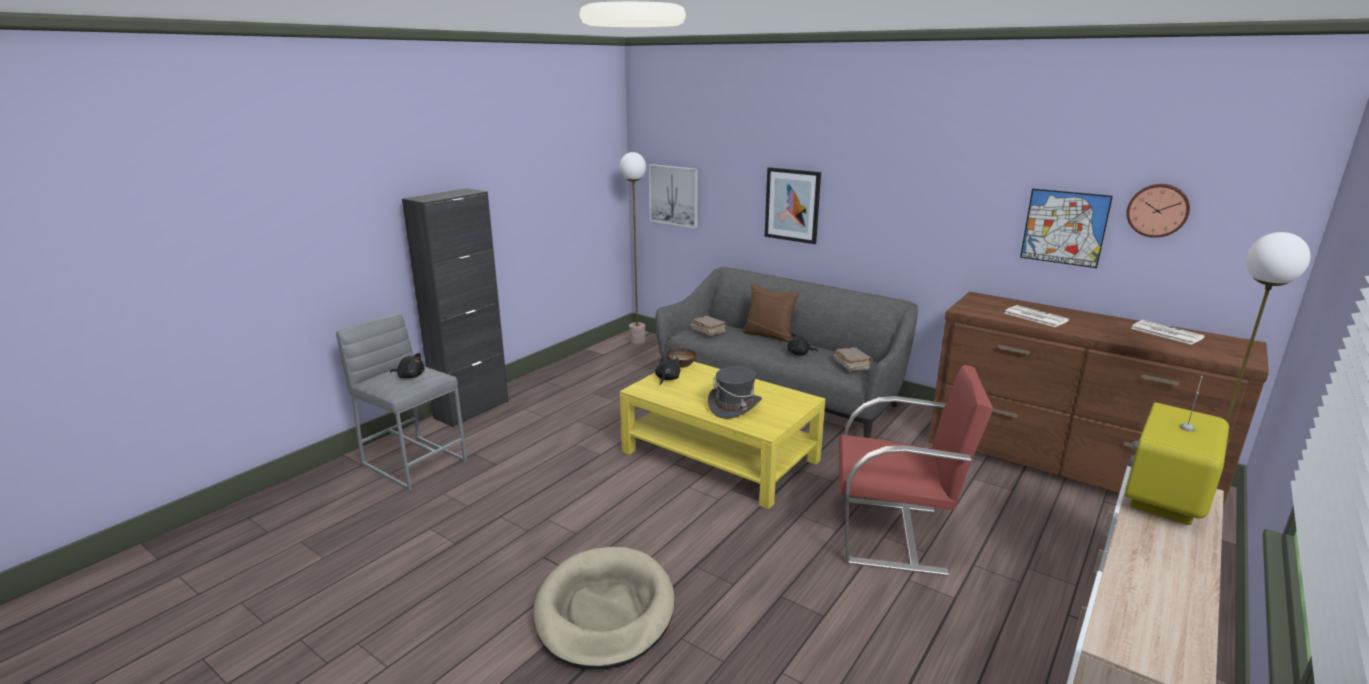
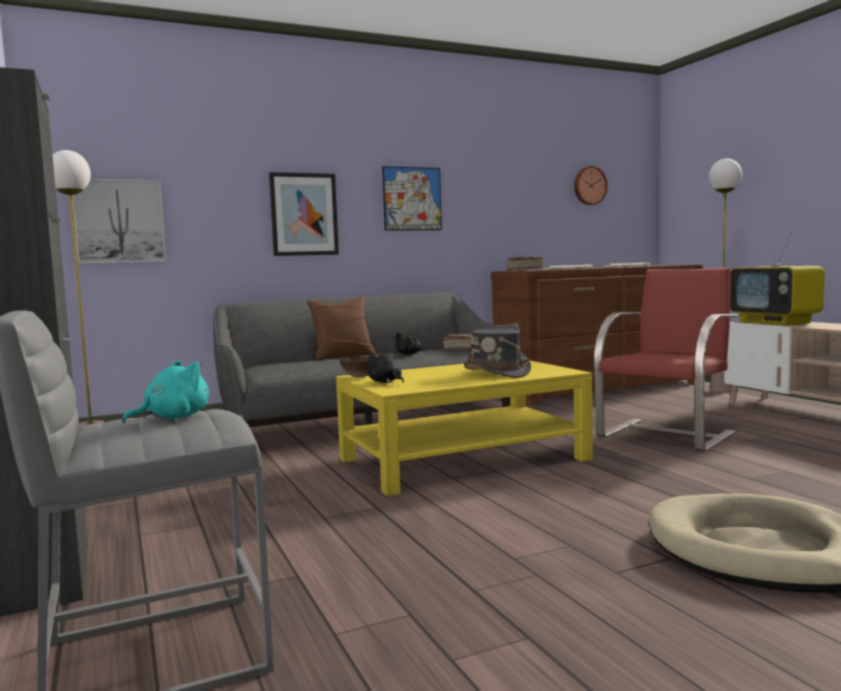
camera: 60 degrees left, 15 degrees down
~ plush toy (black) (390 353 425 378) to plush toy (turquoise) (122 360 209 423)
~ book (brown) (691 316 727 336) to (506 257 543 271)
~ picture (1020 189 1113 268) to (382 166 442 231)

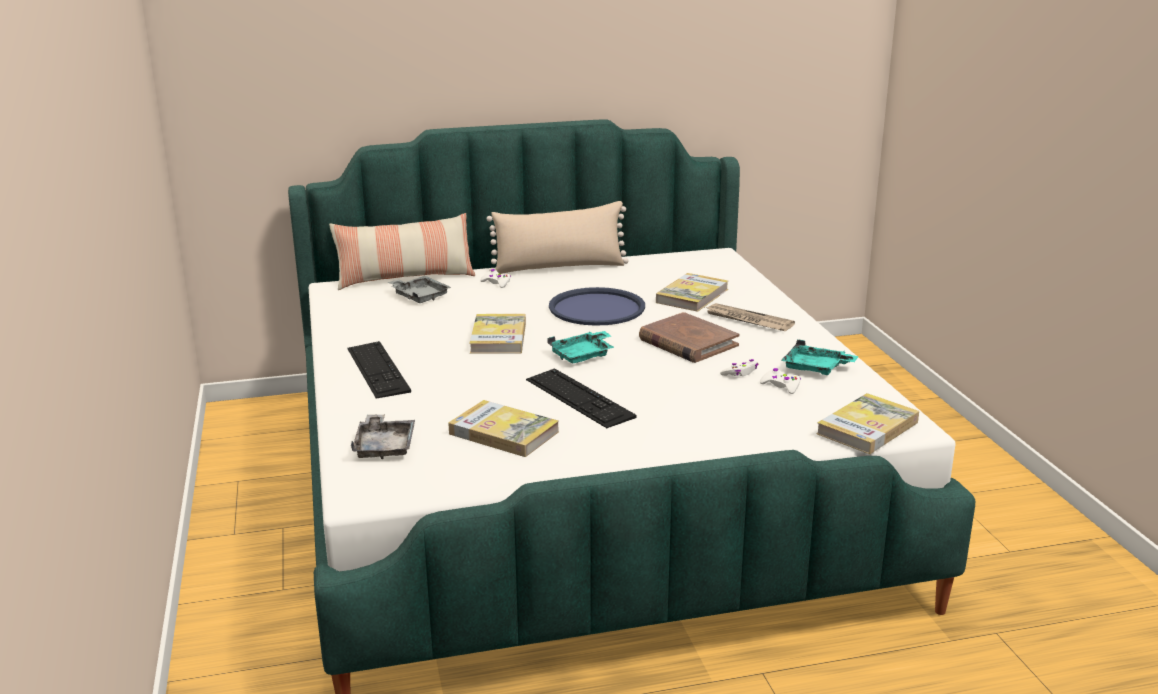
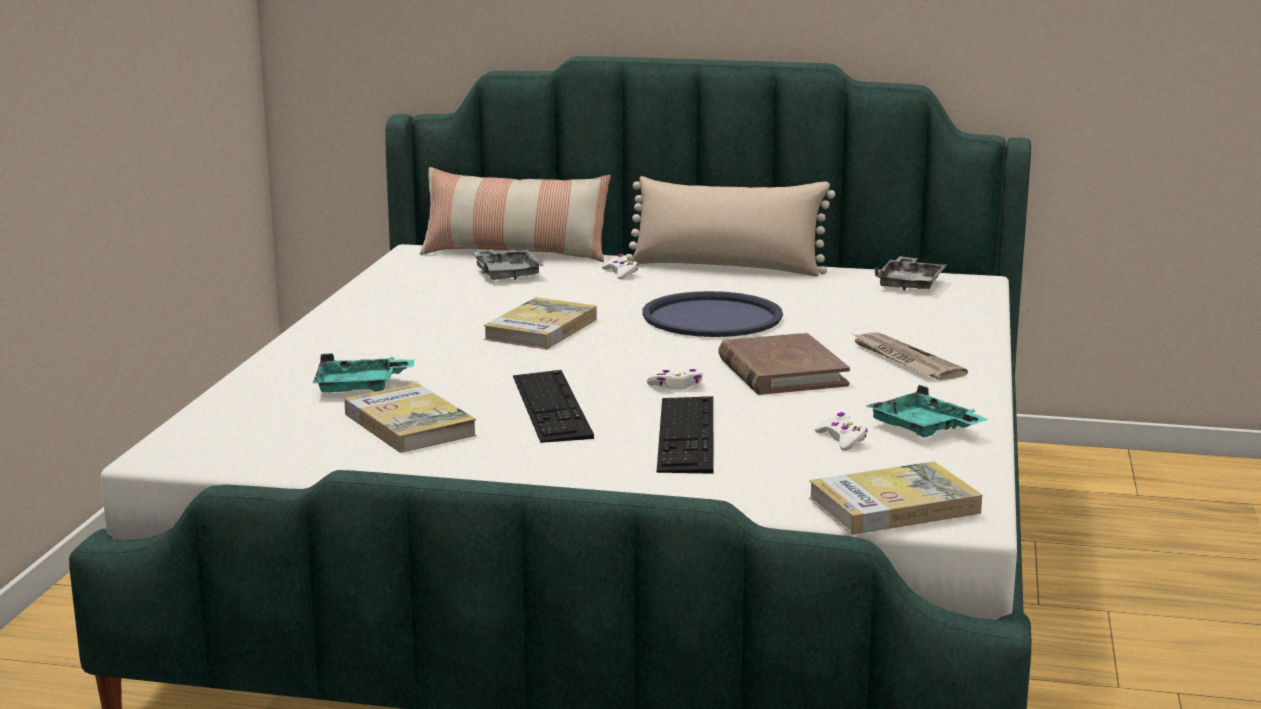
camera: 25 degrees right, 5 degrees down
~ keyboard (347 341 411 399) to (657 396 714 474)
~ tray (grey) (351 414 415 459) to (875 256 947 291)
~ tray (turquoise) (548 331 614 363) to (313 353 414 392)
- book (656 273 728 312)
~ game controller (white) (720 359 758 376) to (647 369 703 390)

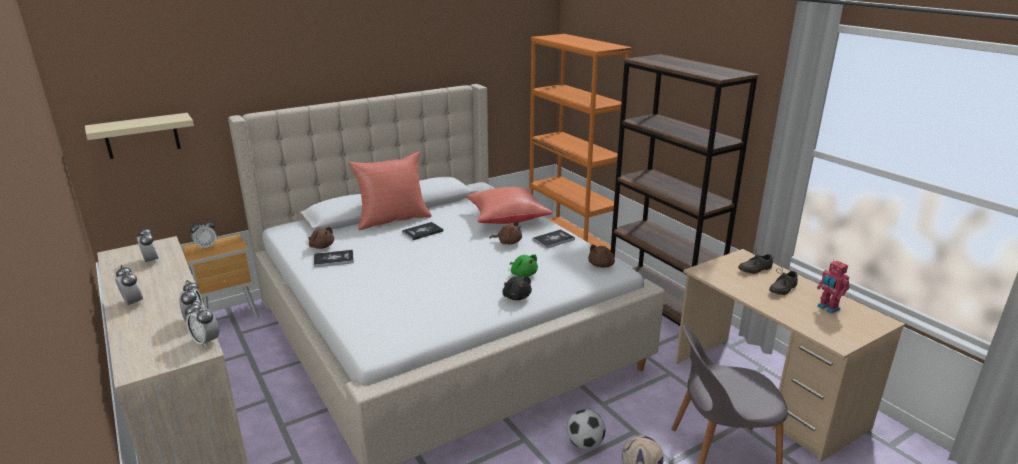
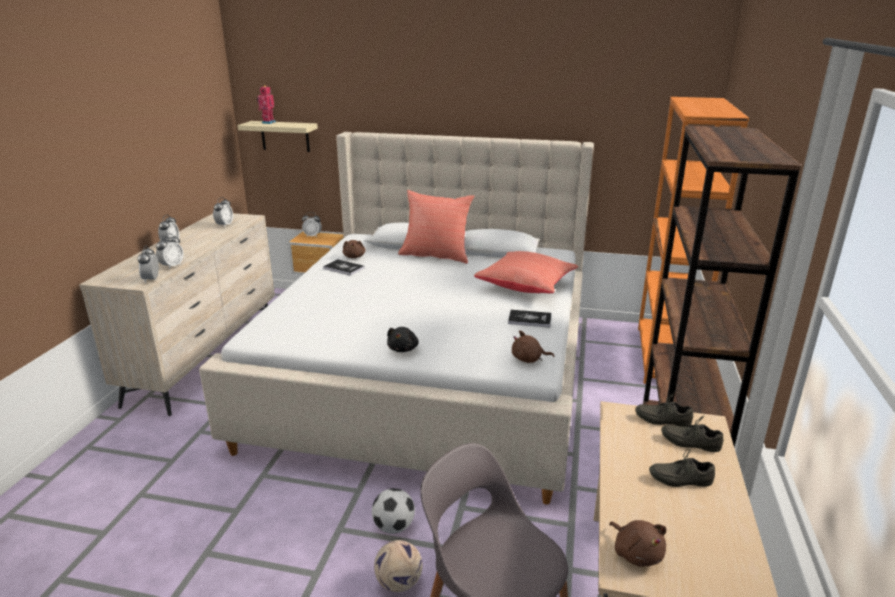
camera: 45 degrees right, 0 degrees up
- book (402 222 444 240)
~ plush toy (brown) (490 222 522 244) to (609 520 666 567)
- plush toy (green) (510 255 538 277)
~ toy robot (817 259 850 314) to (257 85 276 124)
+ shoe (grey) (635 391 693 426)

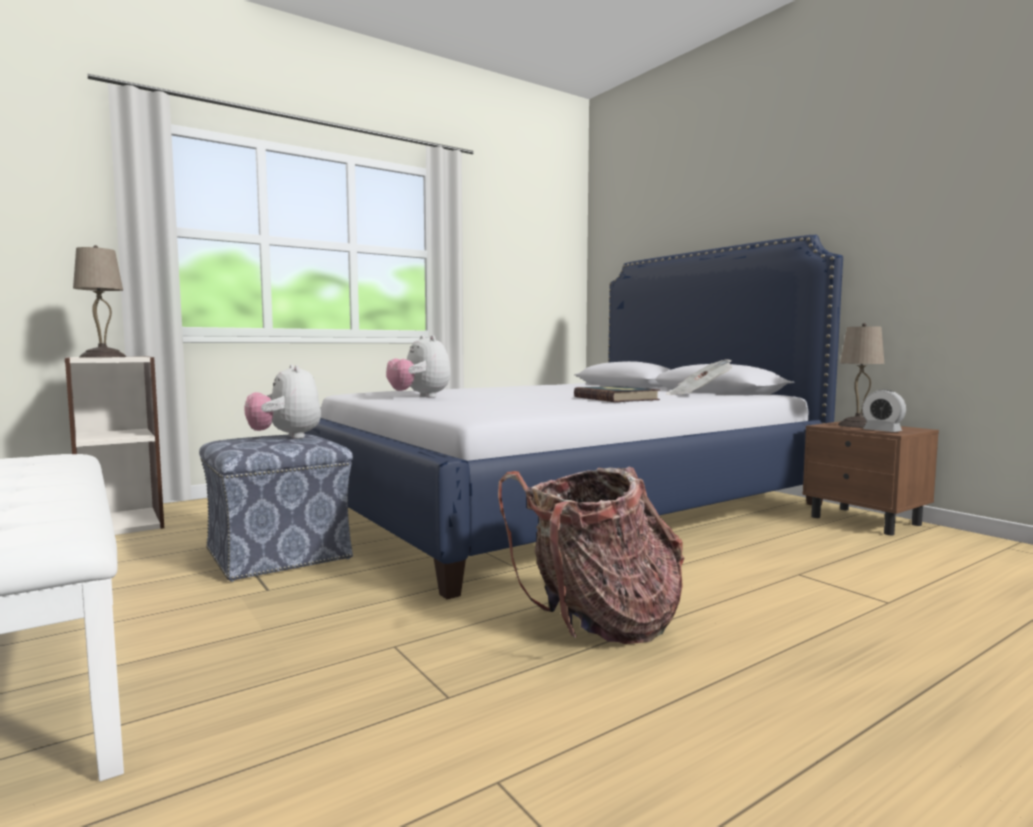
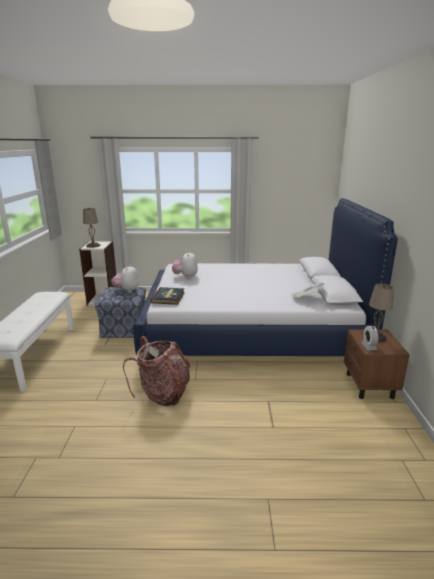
camera: 35 degrees right, 15 degrees up
~ book (574 386 660 402) to (151 287 185 305)

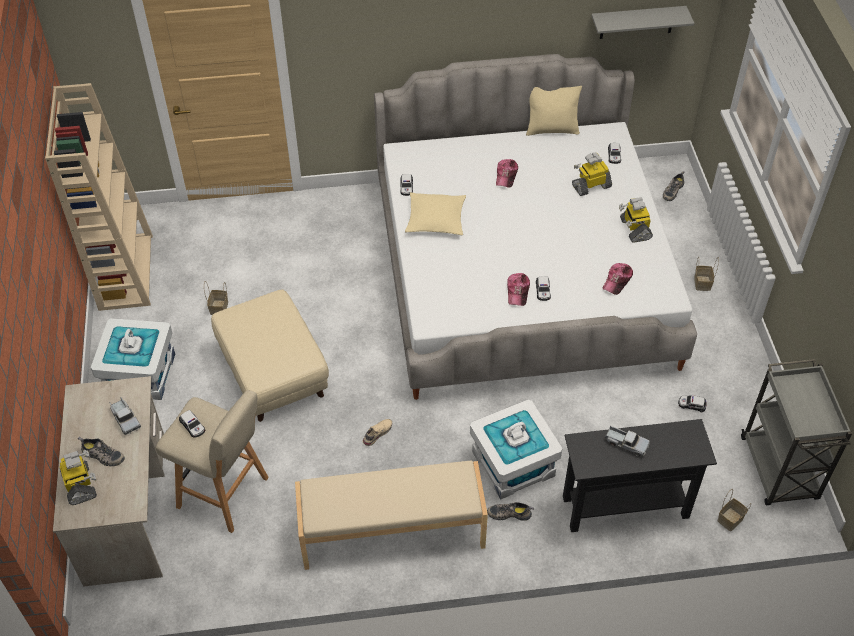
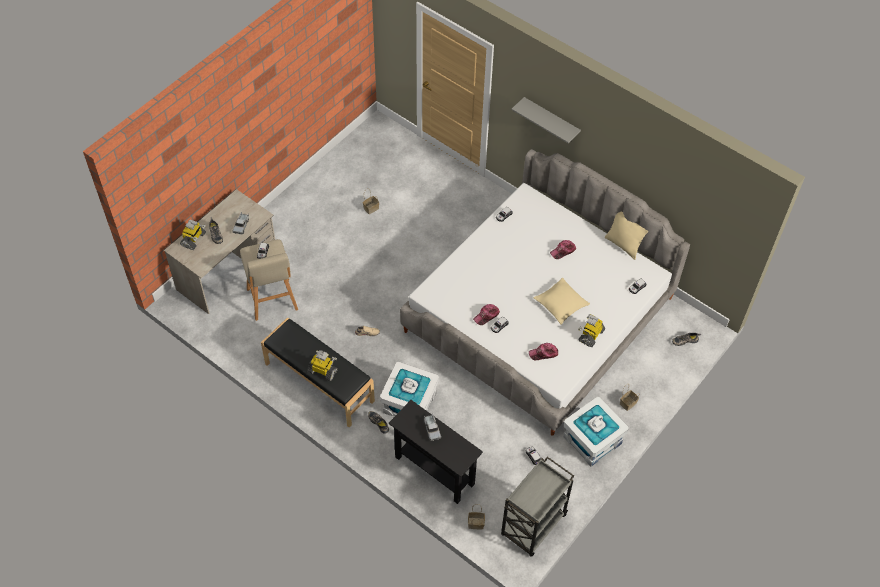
camera: 45 degrees right, 5 degrees up
- bookcase (beige) (45 83 153 311)
~ storage box (white) (91 318 175 400) to (563 397 628 466)
- ottoman (beige) (211 289 329 422)
~ bench (beige) (295 461 488 570) to bench (black) (261 317 375 427)
~ pillow (beige) (405 192 466 235) to (534 278 590 325)
~ toy robot (572 152 612 196) to (307 350 338 381)
~ shelf (grey) (591 6 694 39) to (511 97 581 143)

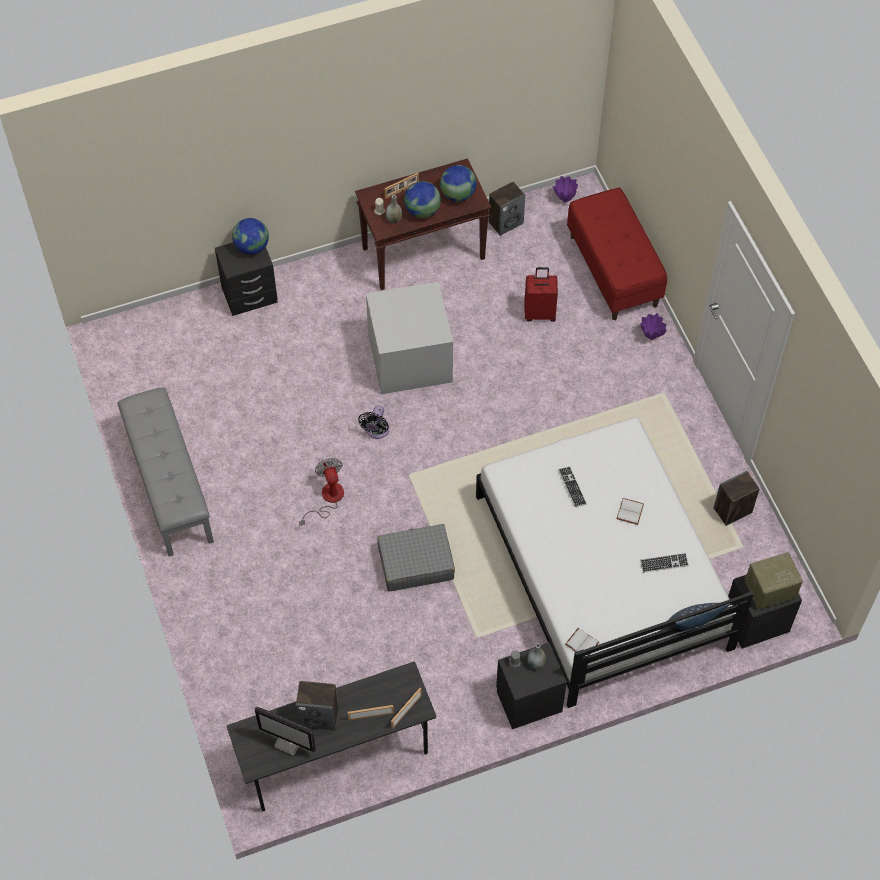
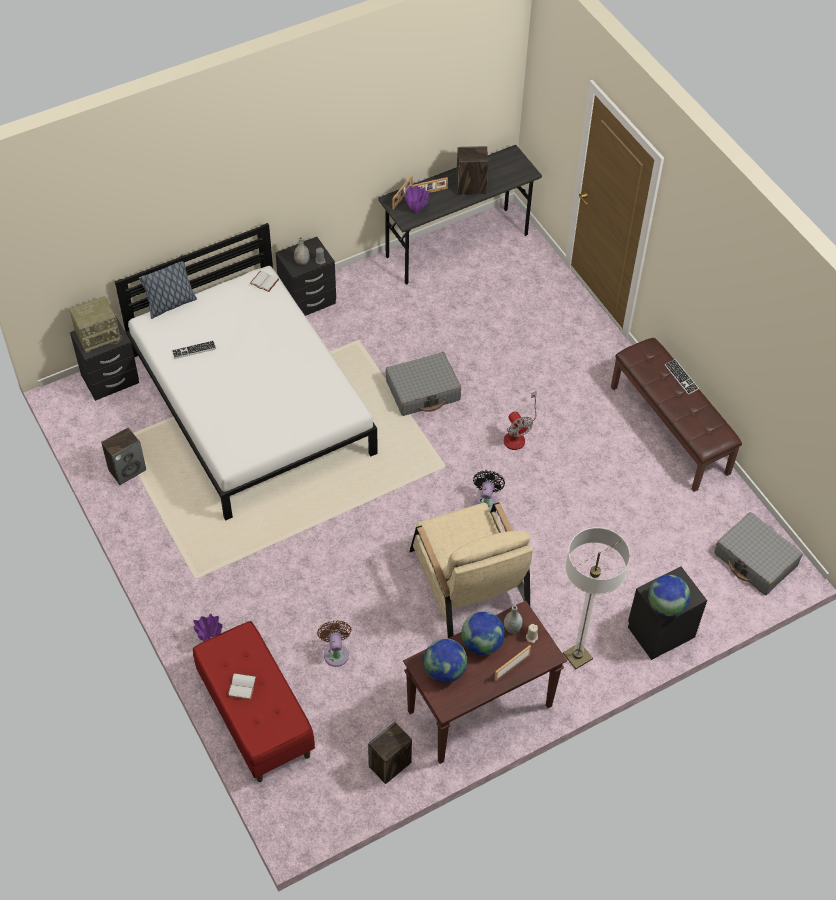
camera: 170 degrees right, 5 degrees down
~ bench (grey) (118 387 214 556) to bench (brown) (611 338 742 492)
- monitor (254 707 316 755)
~ storage box (grey) (366 282 453 394) to armchair (beige) (409 502 533 638)
~ suitcase (red) (524 267 558 322) to fan (brown) (317 620 351 667)
~ vase (purple) (554 176 578 202) to (405 186 430 213)
~ keyboard (558 466 587 507) to (665 359 699 395)
~ book (white) (617 498 644 525) to (228 673 257 700)
+ floor lamp (563 527 630 670)
+ suitcase (grey) (714 512 803 595)

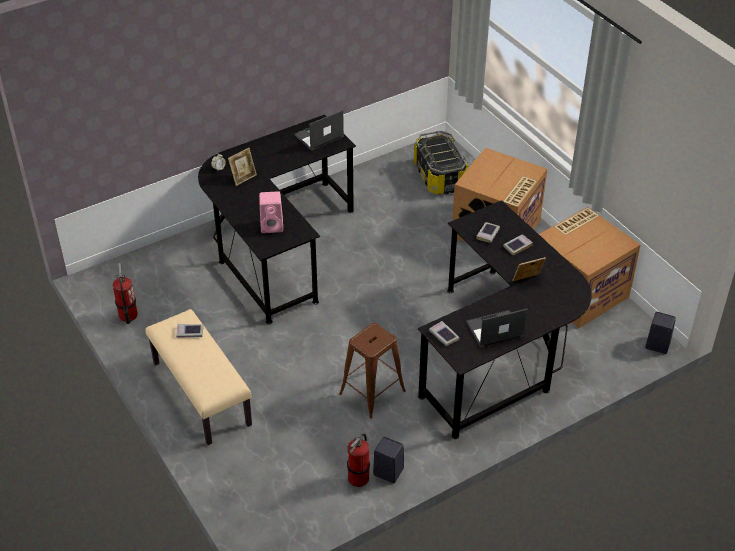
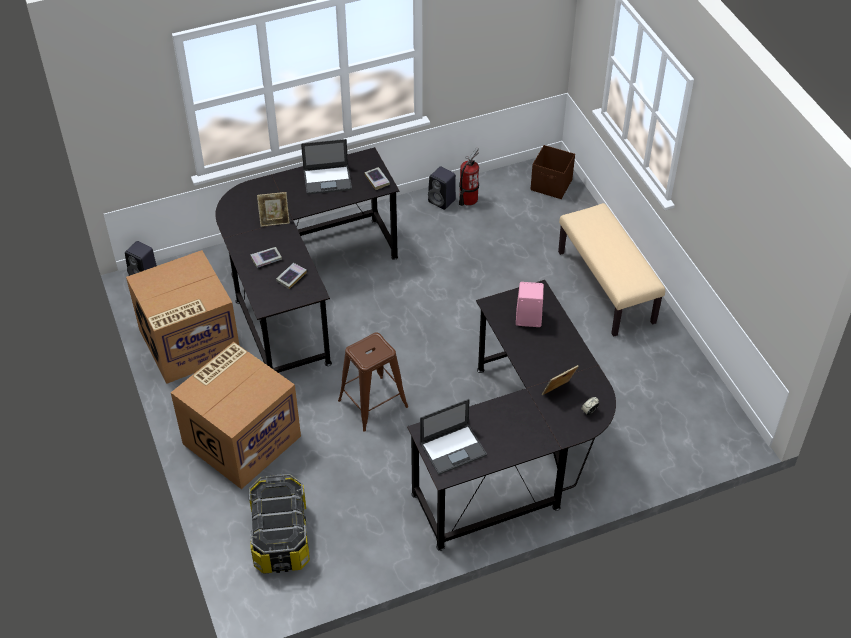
camera: 170 degrees left, 5 degrees up
- fire extinguisher (113 263 138 324)
- book (176 324 204 338)
~ stool (brown) (339 323 406 419) to (338 333 408 431)
+ storage box (brown) (531 145 575 199)

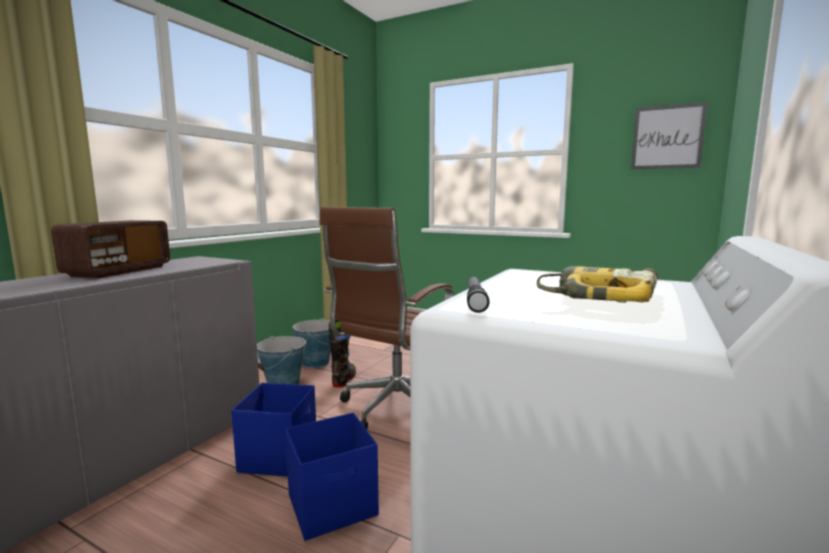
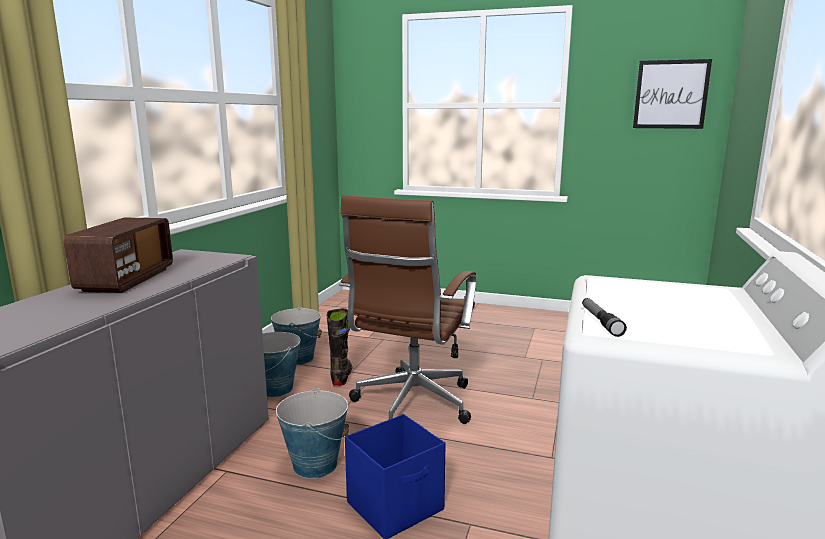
camera: 10 degrees left, 5 degrees up
~ storage box (blue) (231 383 316 477) to bucket (276 388 349 479)
- power drill (537 266 658 303)

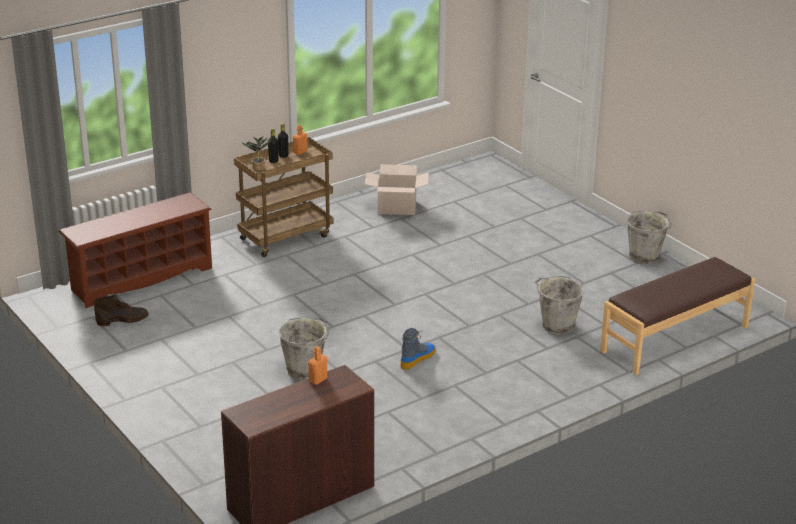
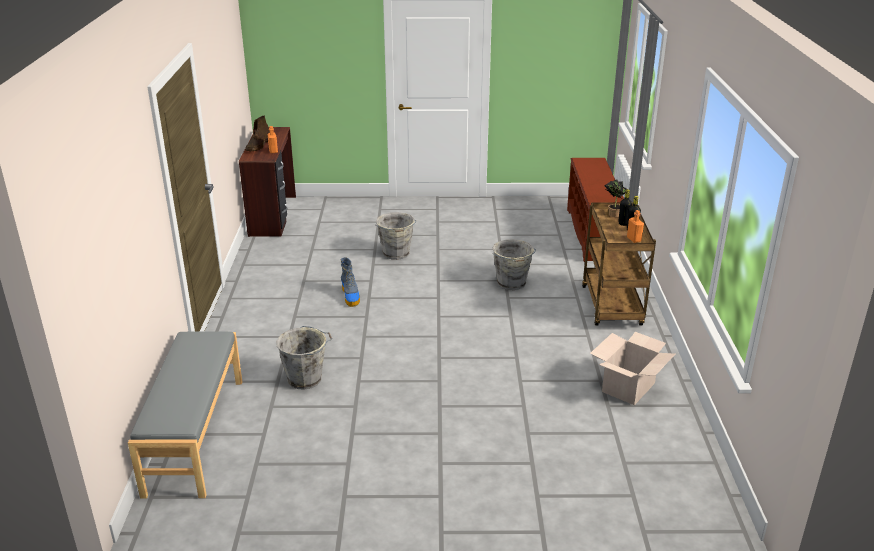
camera: 125 degrees right, 0 degrees up
~ boot (brown) (94 294 149 326) to (245 116 270 151)
~ bench (brown) (600 257 755 375) to bench (grey) (128 331 242 499)
~ bucket (grey) (627 211 671 264) to (492 239 536 290)

